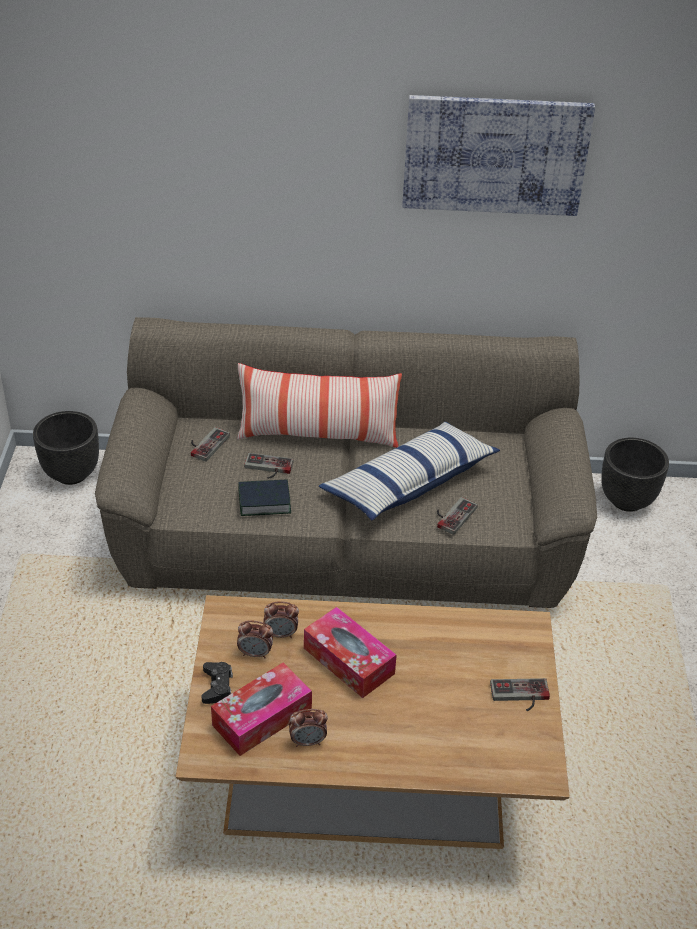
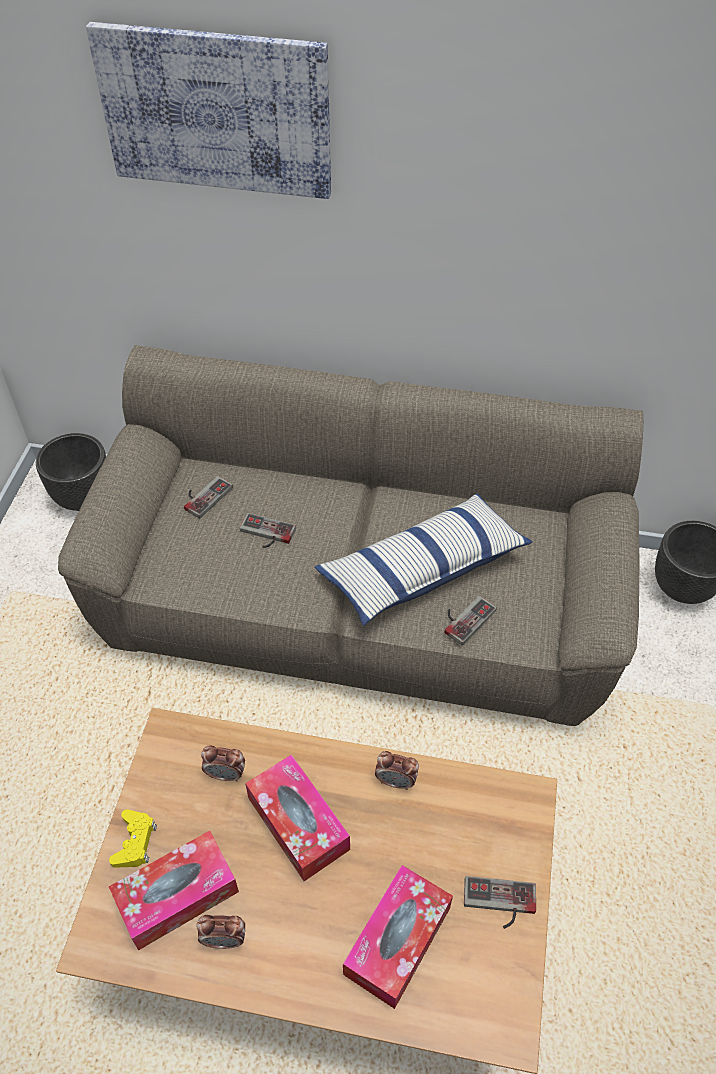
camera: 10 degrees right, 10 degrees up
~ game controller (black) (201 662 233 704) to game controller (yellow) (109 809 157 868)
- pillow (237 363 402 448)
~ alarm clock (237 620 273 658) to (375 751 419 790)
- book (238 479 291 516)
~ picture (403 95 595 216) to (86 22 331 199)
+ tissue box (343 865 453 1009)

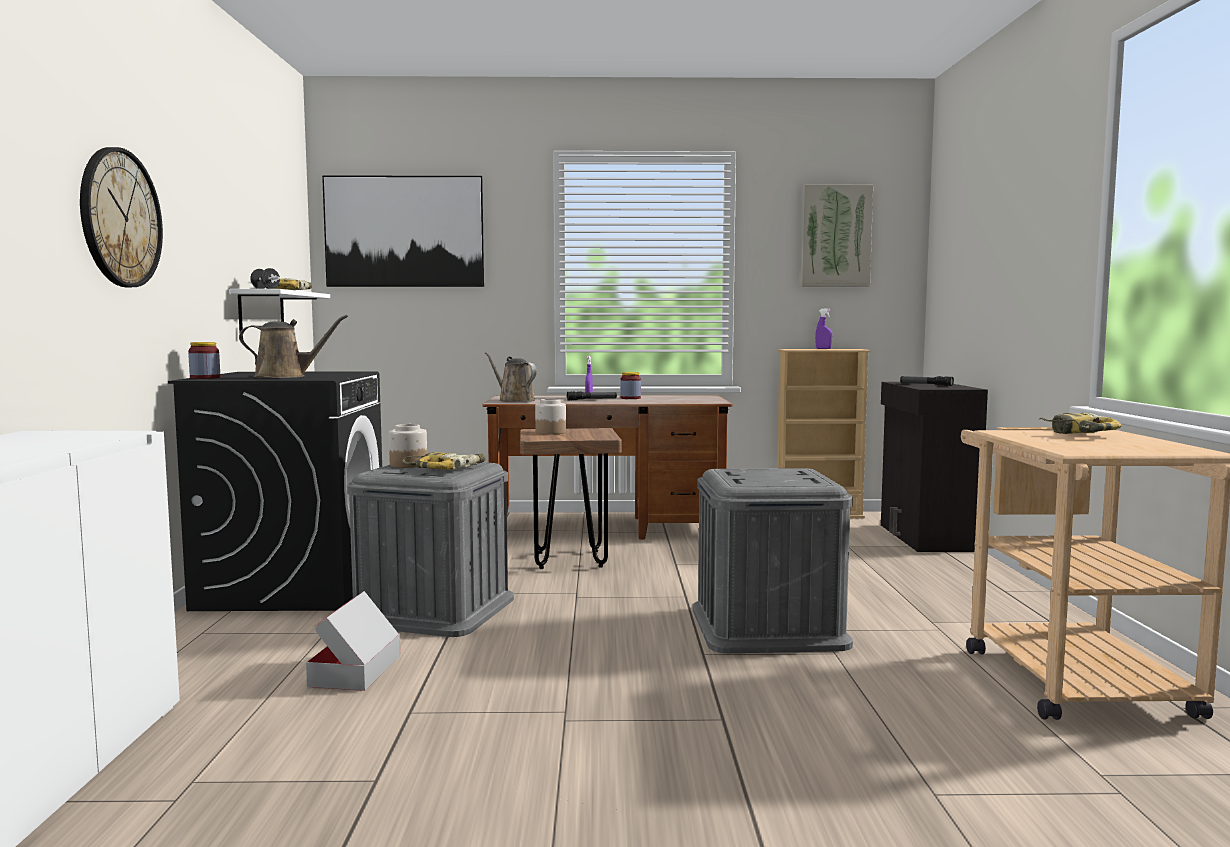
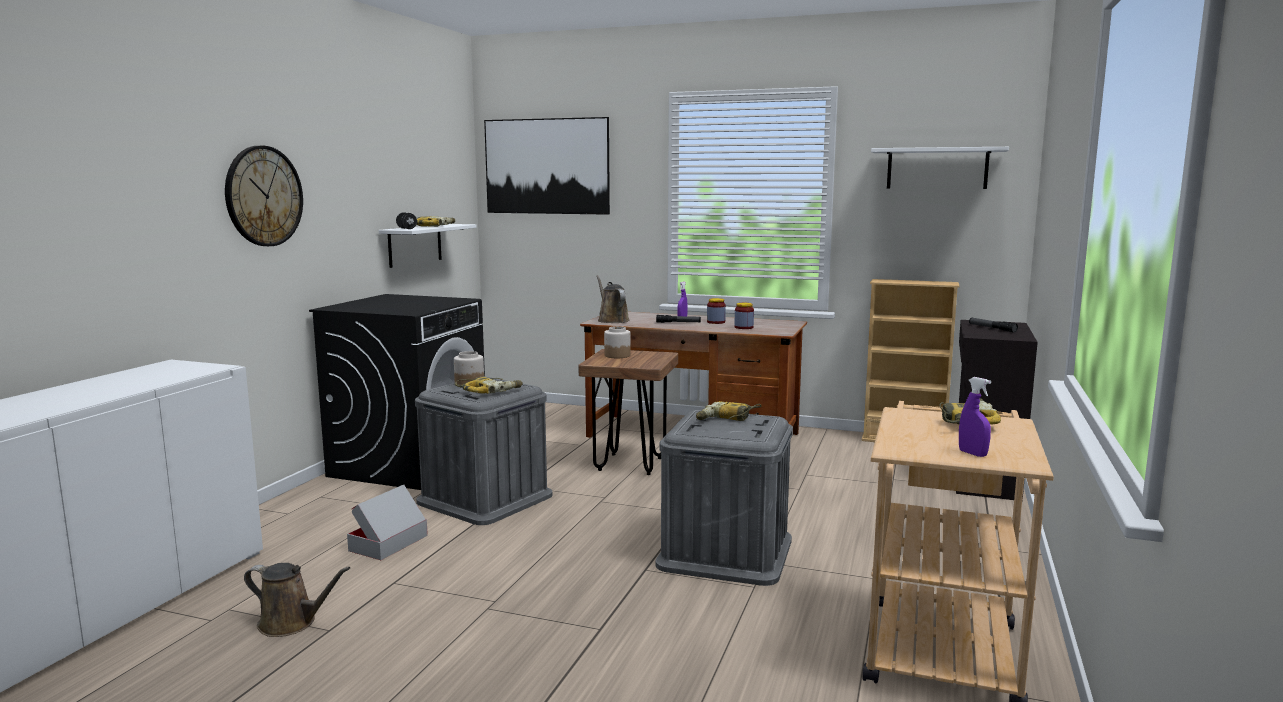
camera: 20 degrees right, 5 degrees up
~ jar (188 342 220 379) to (734 303 754 329)
~ watering can (brown) (239 315 348 378) to (244 563 350 637)
~ picture (801 185 873 287) to shelf (white) (871 147 1009 189)
~ spray bottle (purple) (815 308 832 349) to (959 377 991 457)
+ power drill (696 401 762 421)

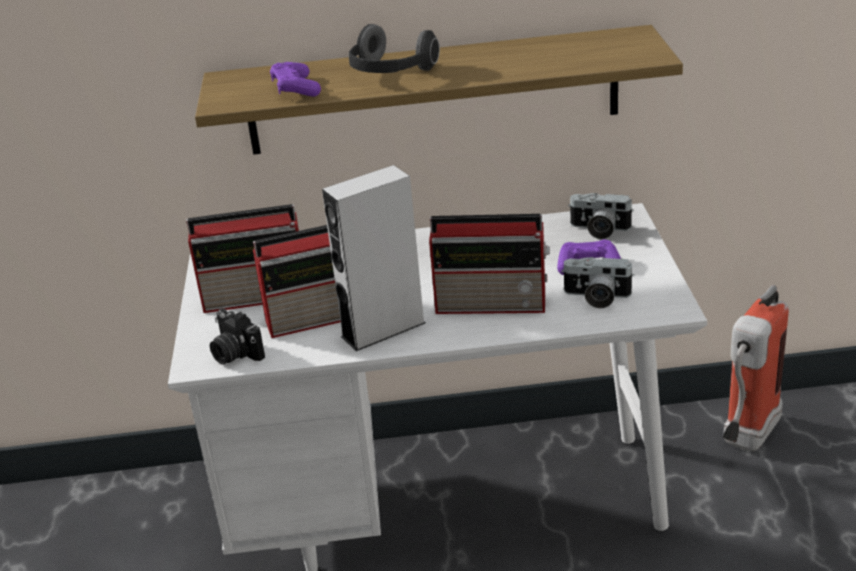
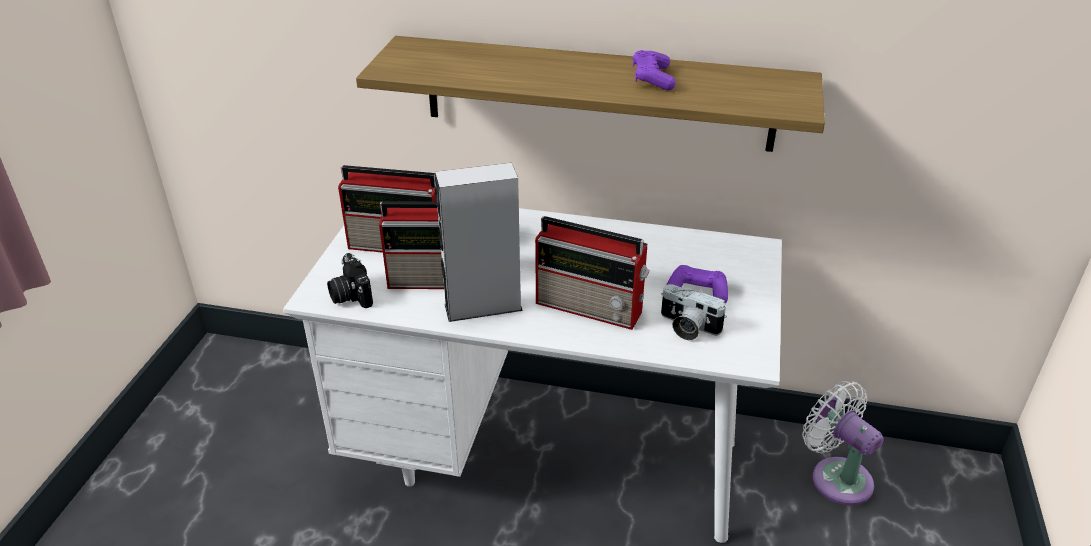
camera: 15 degrees right, 5 degrees up
~ game controller (purple) (270 62 321 97) to (633 50 676 91)
- headphones (349 24 440 73)
- photo camera (568 193 634 239)
~ fire extinguisher (723 285 789 451) to fan (white) (802 381 884 506)

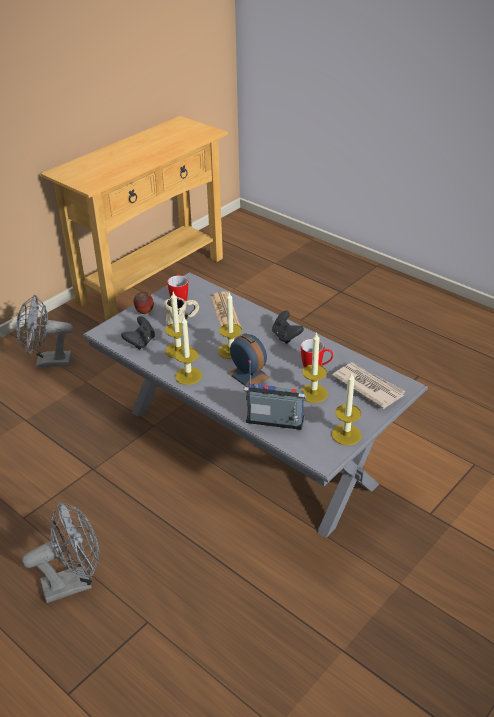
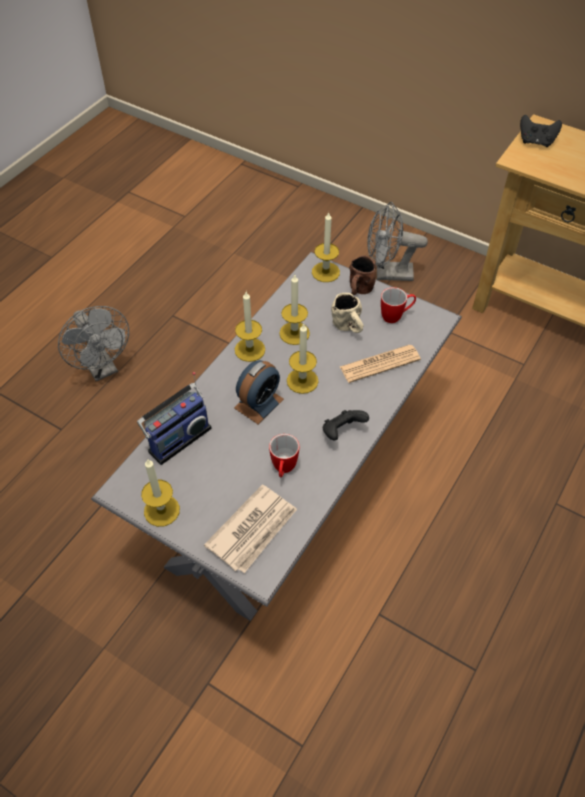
camera: 80 degrees right, 15 degrees up
~ fan (grey) (16 295 73 368) = (367 202 428 281) 75 degrees counterclockwise
~ game controller (black) (121 316 155 350) to (520 115 562 147)
~ apple (133 292 154 314) to mug (brown) (349 255 376 295)
~ radio (243 360 307 430) = (137 372 212 465) 45 degrees clockwise
~ candle (301 332 328 403) to (312 212 340 282)

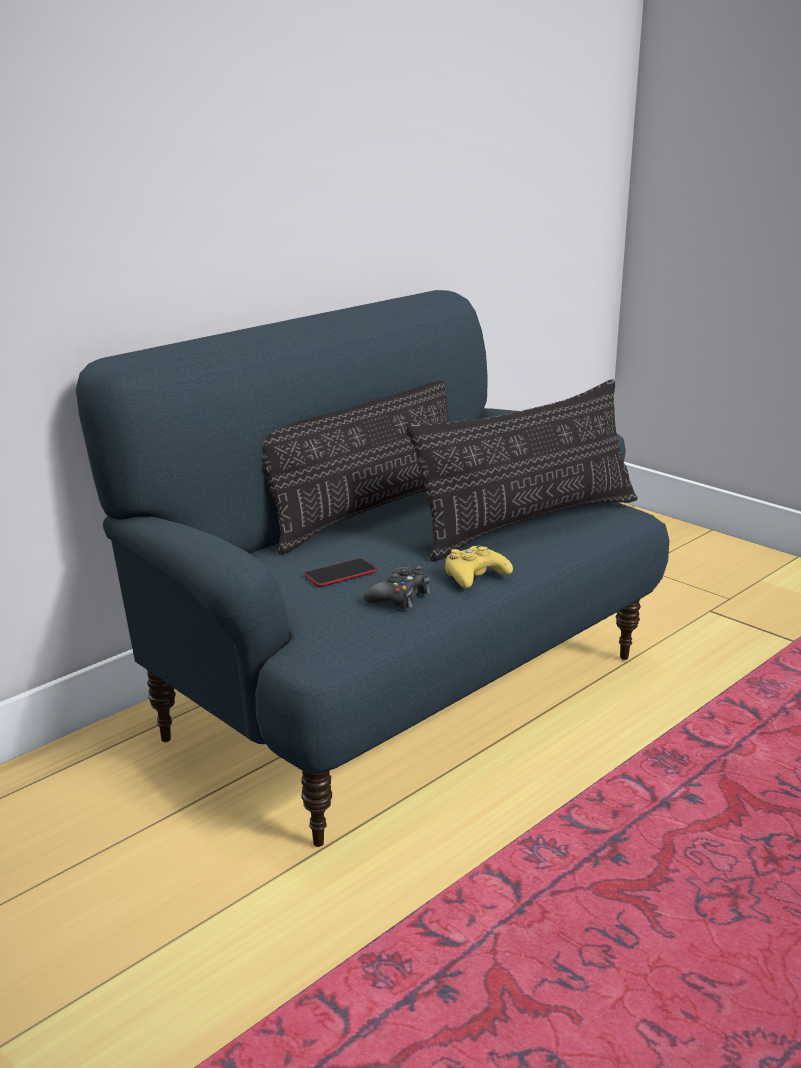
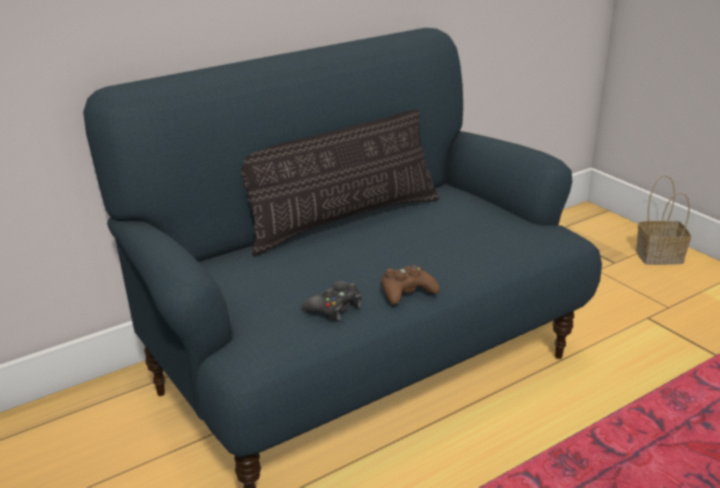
camera: 10 degrees right, 5 degrees up
- phone (304 558 377 587)
- pillow (406 379 638 562)
~ game controller (yellow) (445 545 513 588) to game controller (brown) (381 265 440 305)
+ basket (636 175 691 265)

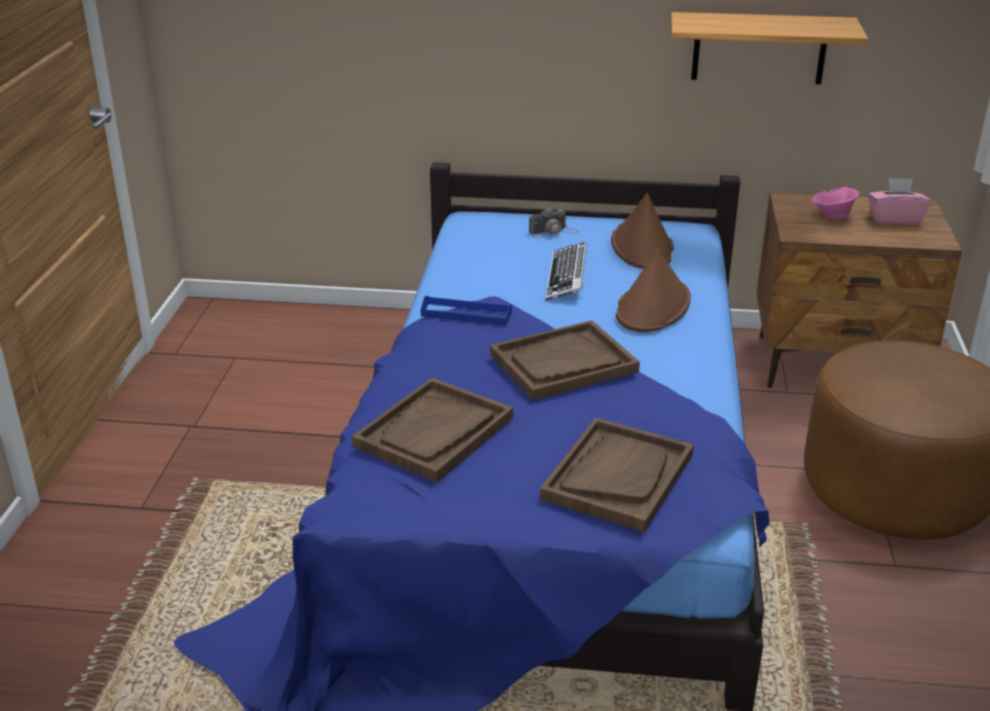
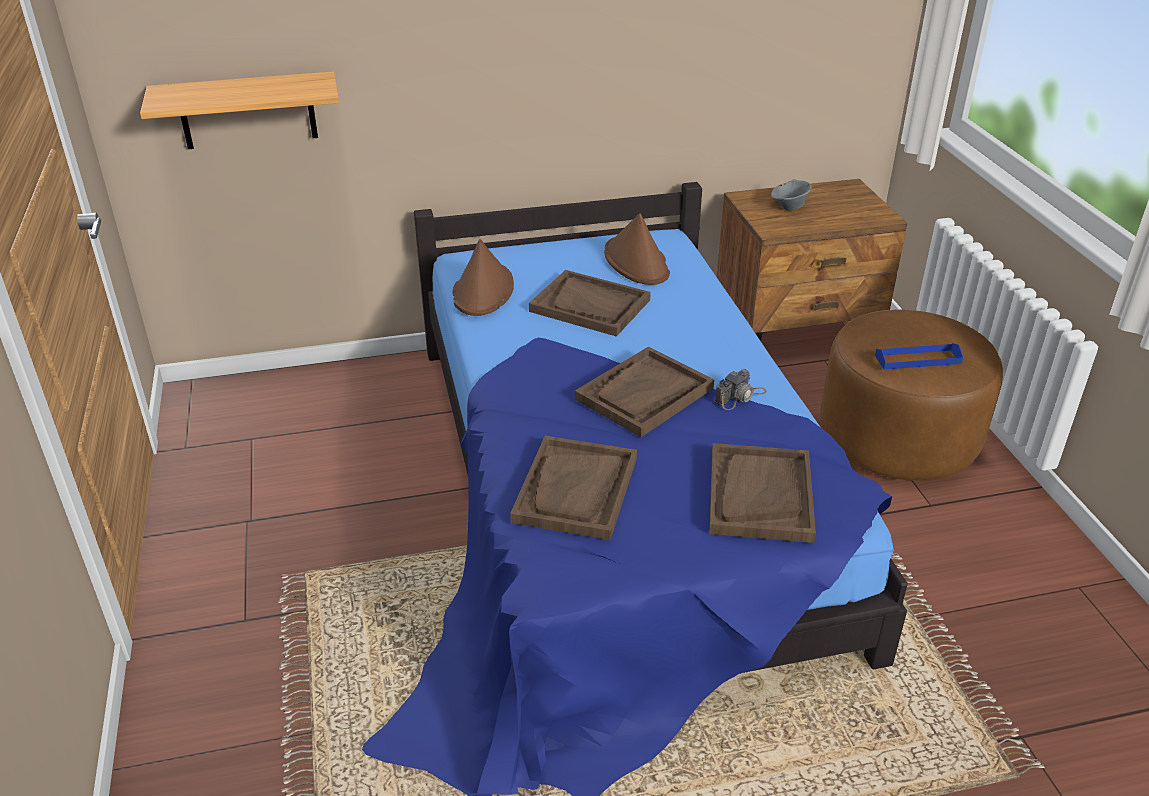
camera: 20 degrees left, 5 degrees up
~ tray (blue) (421 296 512 326) to (875 343 963 370)
~ photo camera (529 208 579 238) to (715 369 766 410)
~ keyboard (545 242 587 301) to tray (brown) (529 270 651 337)
~ hat (brown) (616 248 691 332) to (453 239 514 316)
~ shelf (671 12 868 84) to (140 71 339 149)
~ bowl (pink) (812 187 859 219) to bowl (grey) (771 179 812 211)
- tissue box (pink) (868 178 931 225)

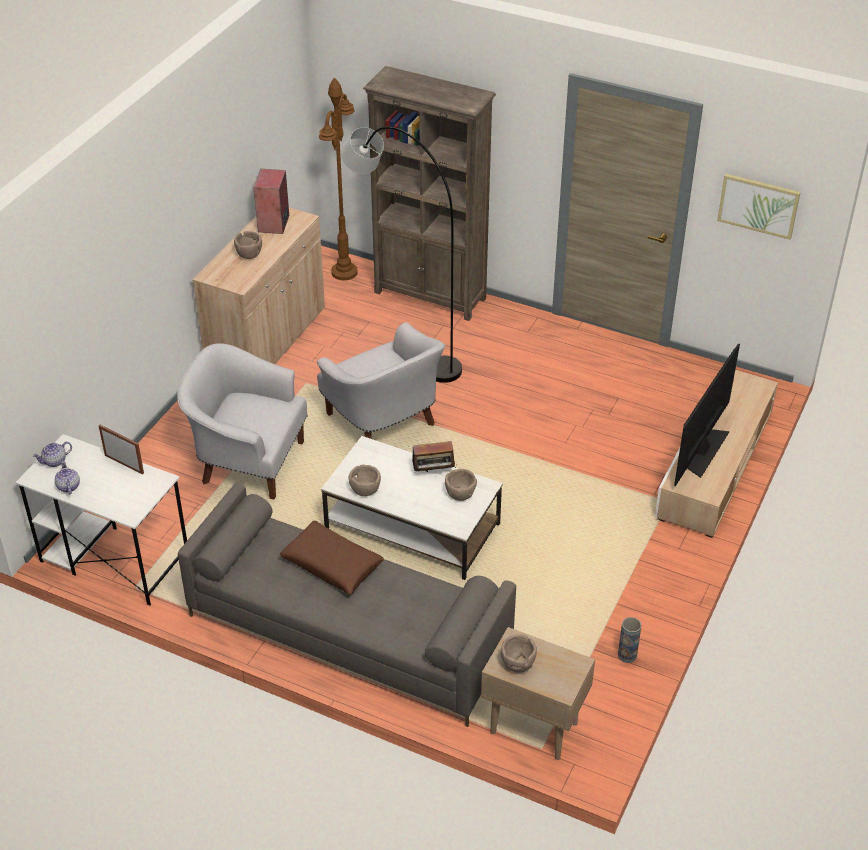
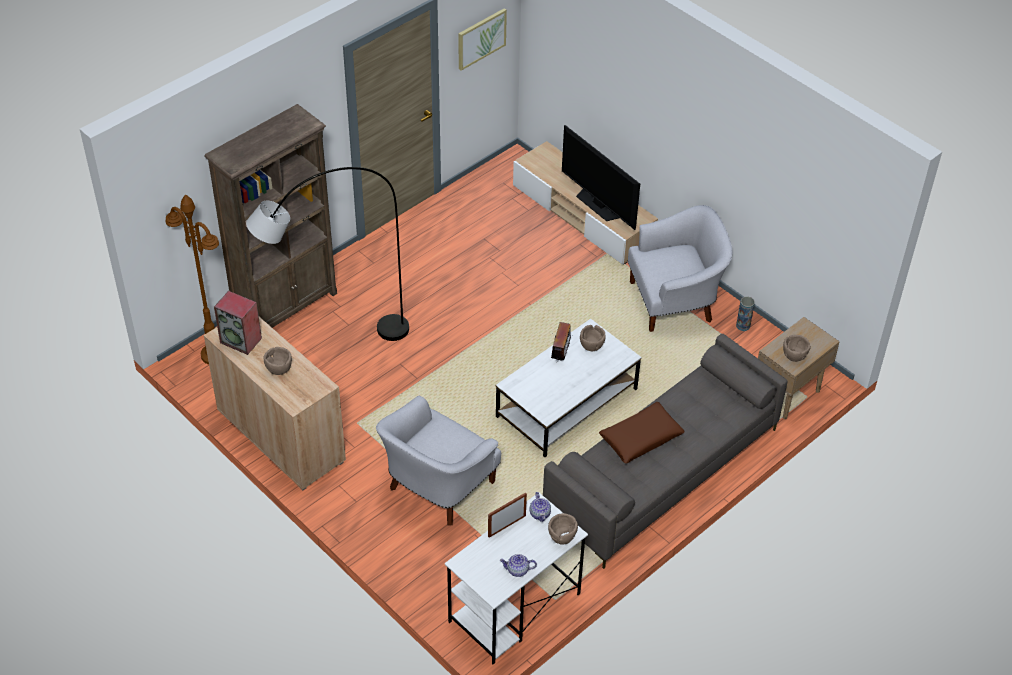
camera: 70 degrees left, 5 degrees up
~ teapot (33 442 72 467) to (529 492 551 522)
~ armchair (white) (317 322 445 439) to (628 205 733 332)
~ bowl (brown) (348 465 381 496) to (548 513 578 544)

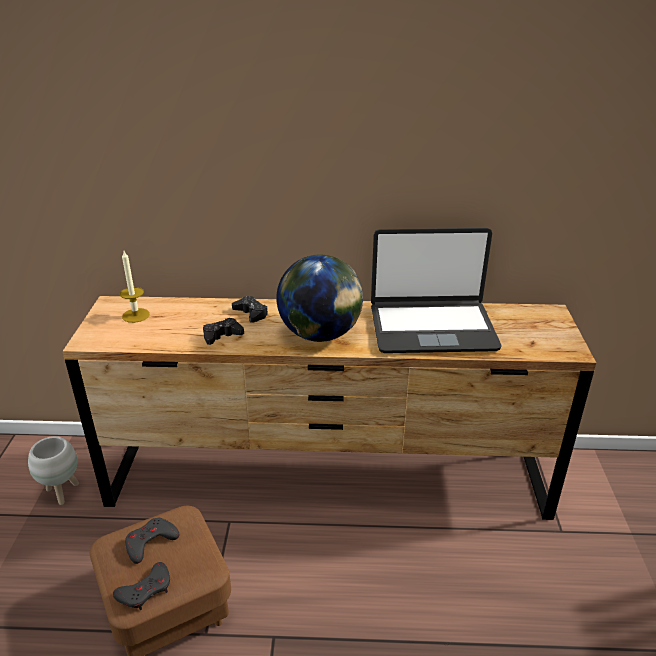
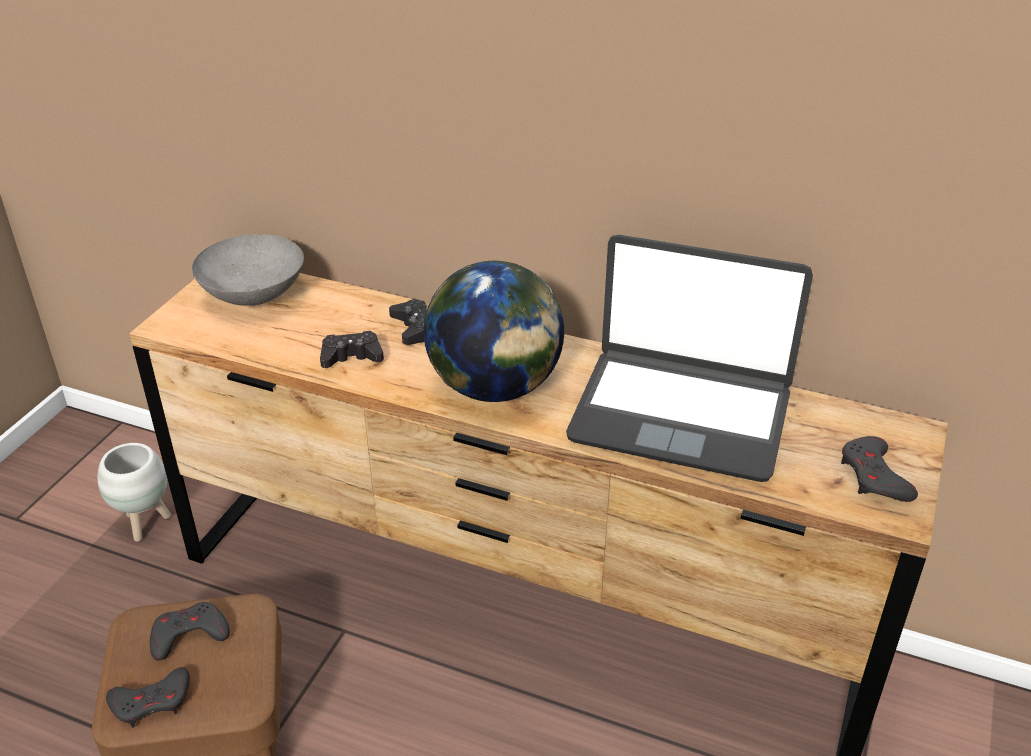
camera: 20 degrees right, 5 degrees up
~ candle (120 251 150 323) to bowl (grey) (192 234 304 306)
+ game controller (grey) (841 436 918 502)

